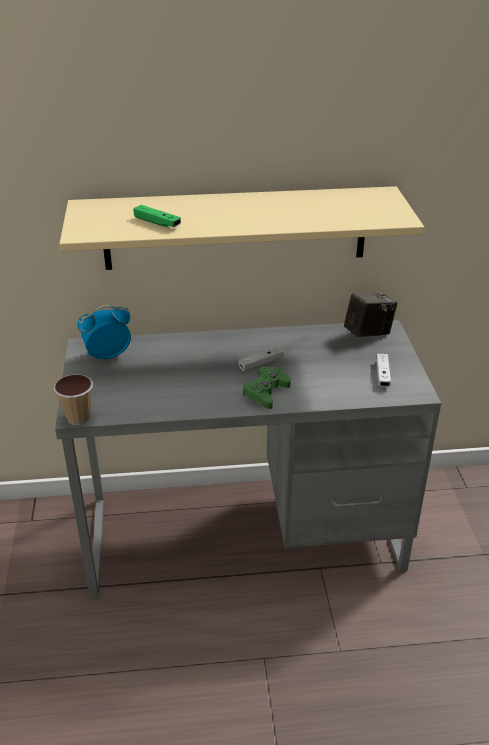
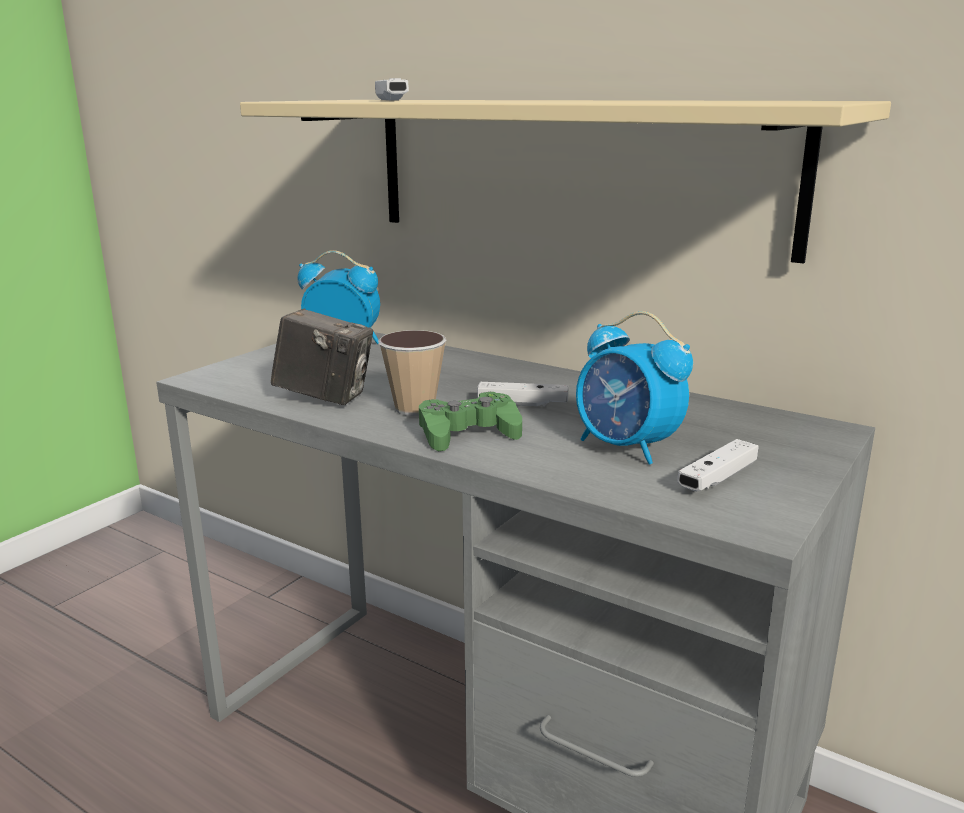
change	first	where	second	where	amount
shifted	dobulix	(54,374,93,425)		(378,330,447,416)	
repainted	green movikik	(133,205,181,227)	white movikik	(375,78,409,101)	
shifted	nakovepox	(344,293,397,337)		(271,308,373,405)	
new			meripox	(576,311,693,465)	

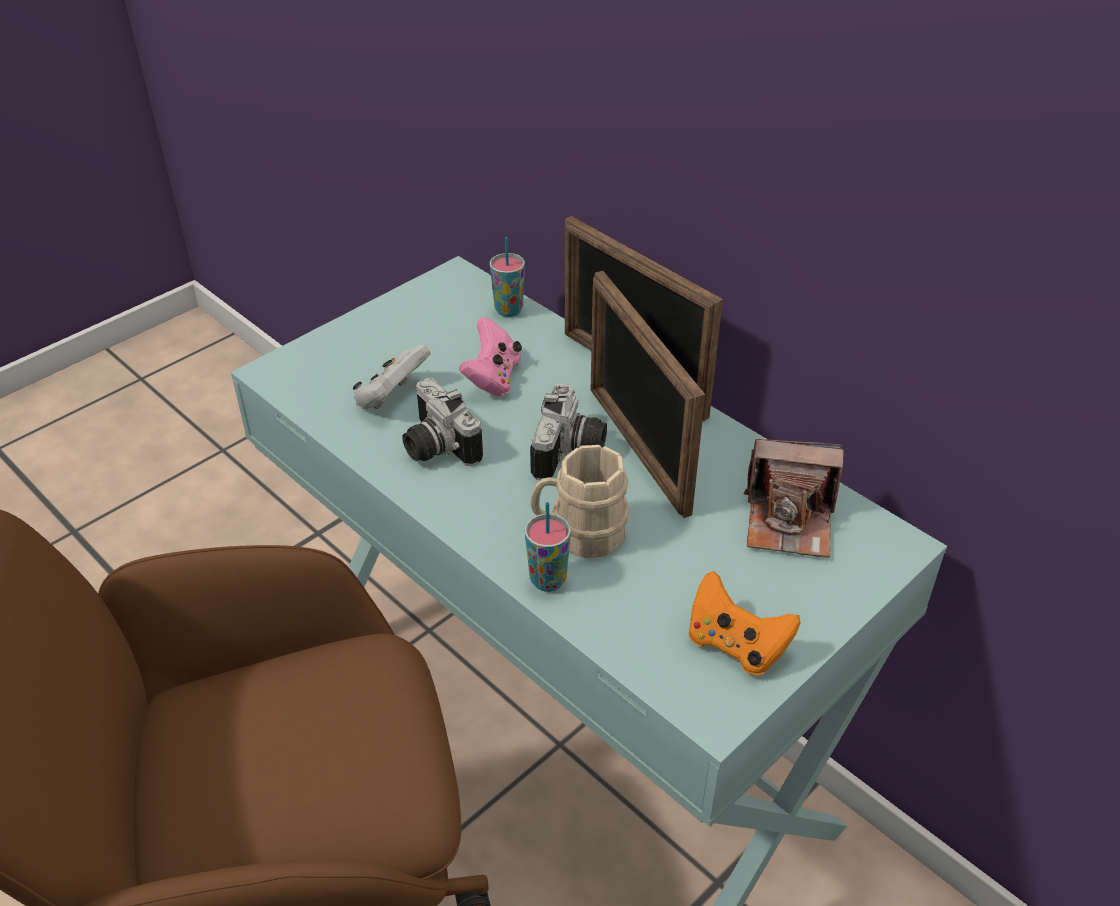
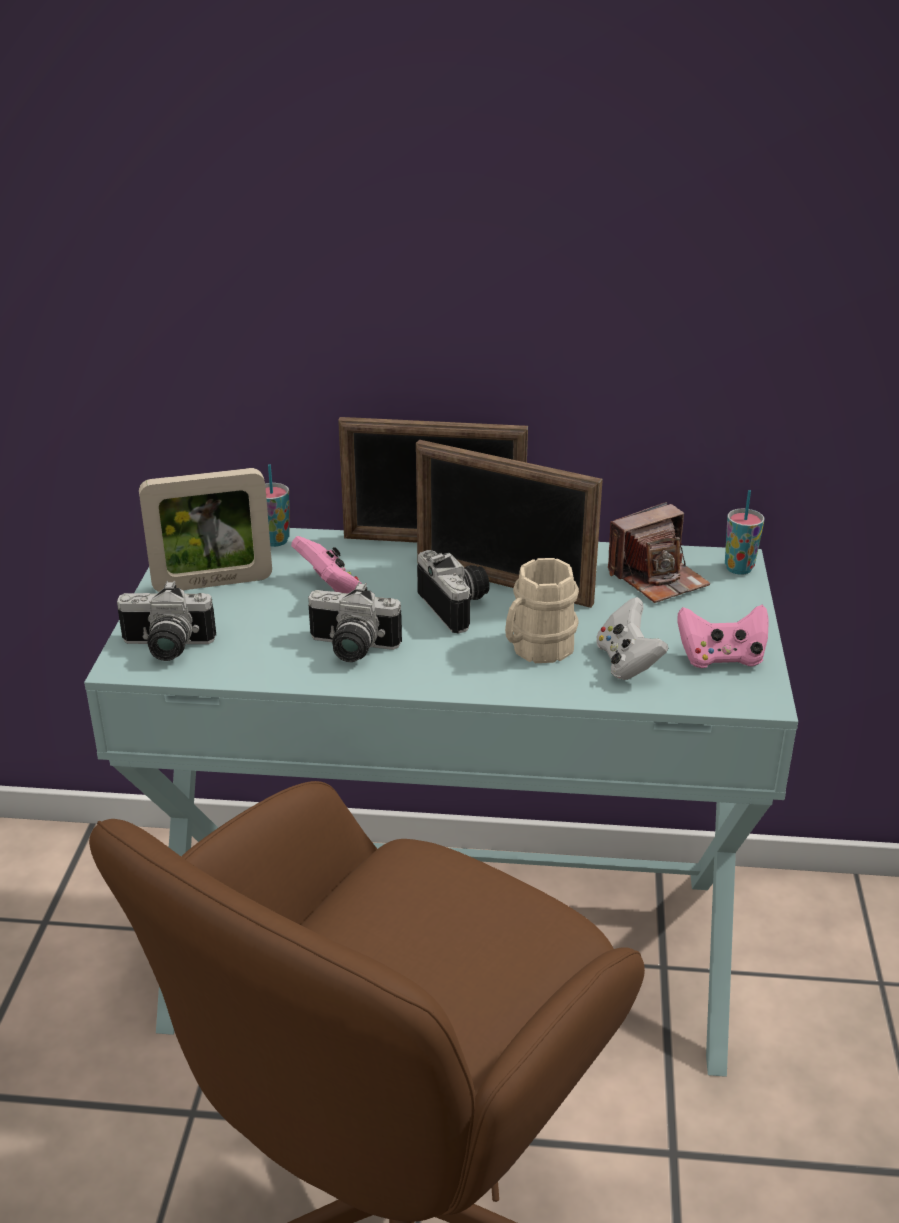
change	first	where	second	where	amount
shifted	white movikik	(353,344,431,410)		(596,597,668,680)	
shifted	dobulix	(525,502,571,592)		(725,490,764,575)	
repainted	orange movikik	(688,571,801,675)	pink movikik	(677,605,769,668)	
new			nakovepox	(117,581,217,661)	
new			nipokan	(139,468,272,592)	

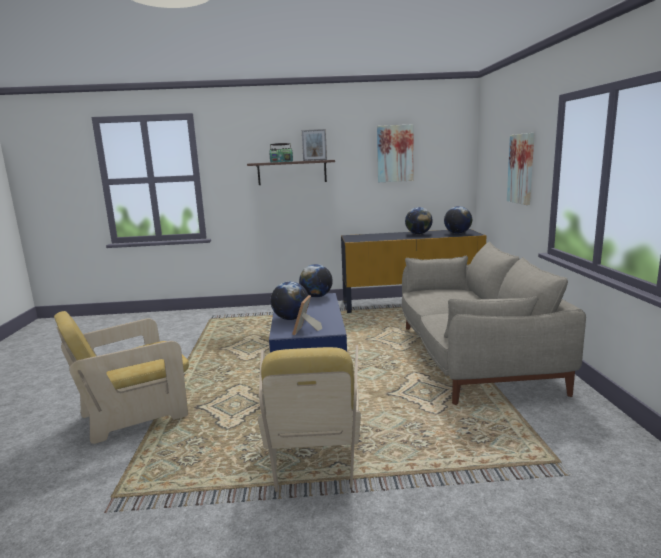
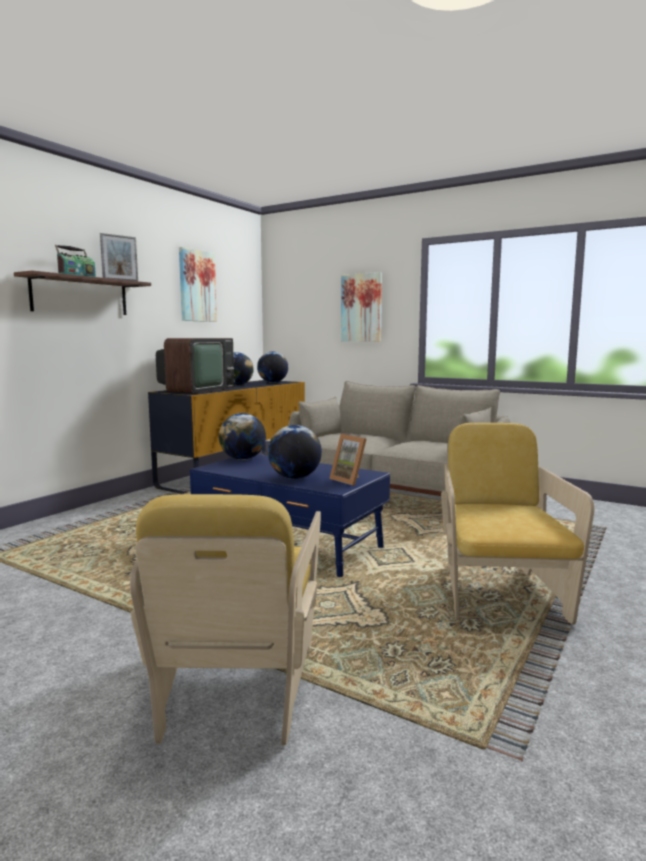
change	first	where	second	where	amount
rotated	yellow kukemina	(258,345,361,492)		(441,423,594,624)	120 degrees counterclockwise
new			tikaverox	(156,338,235,393)	

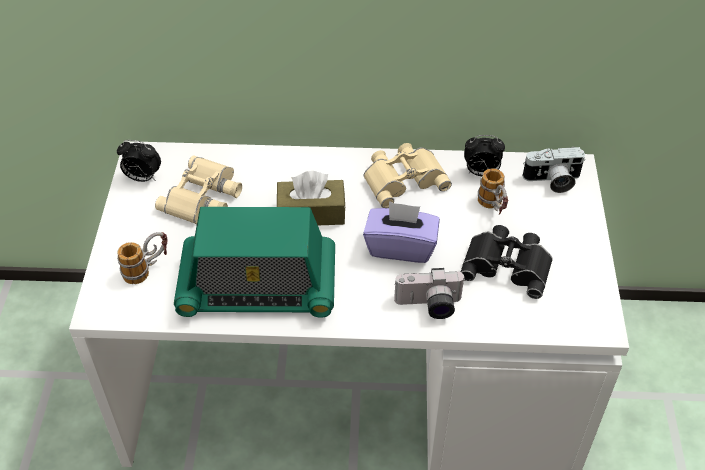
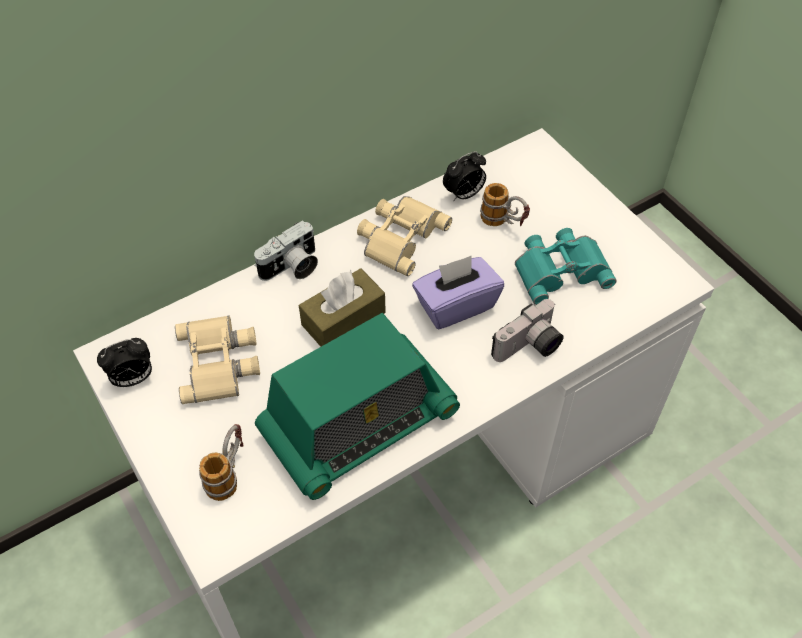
change	first	where	second	where	amount
repainted	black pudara	(461,225,553,299)	turquoise pudara	(515,228,616,305)	
shifted	nakovepox	(522,147,585,193)		(254,220,318,281)	

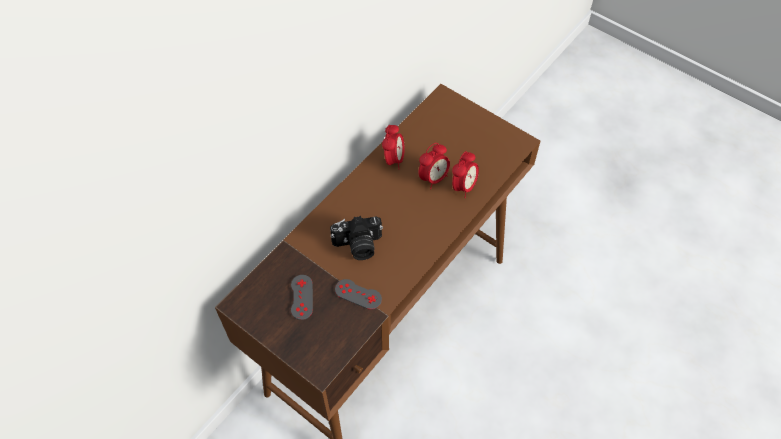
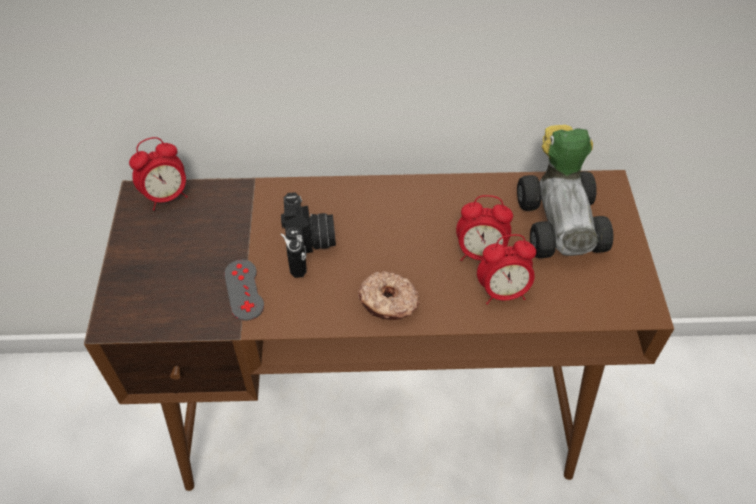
change	first	where	second	where	amount
gone	grey movikik	(291,275,313,320)			
rotated	nakovepox	(330,216,383,260)		(281,192,336,278)	135 degrees counterclockwise
shifted	meripox	(382,125,405,169)		(129,137,188,210)	
new			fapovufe	(358,271,419,320)	
new			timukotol	(517,125,614,258)	

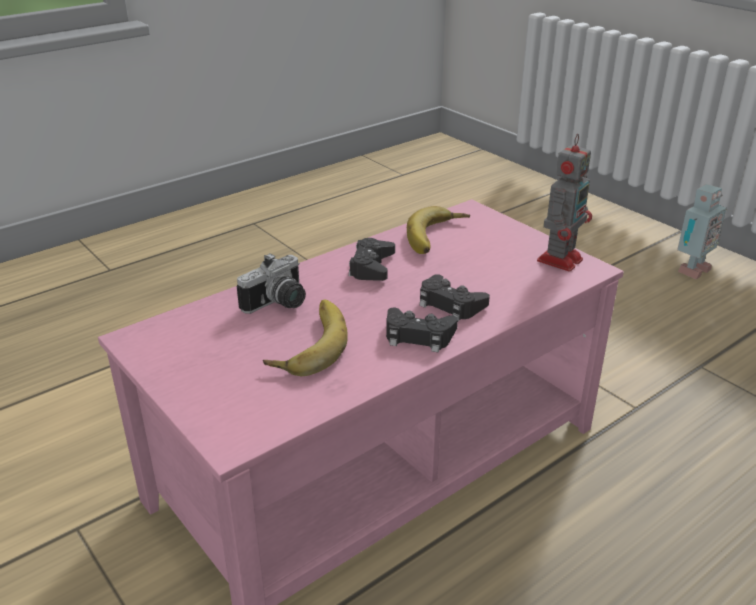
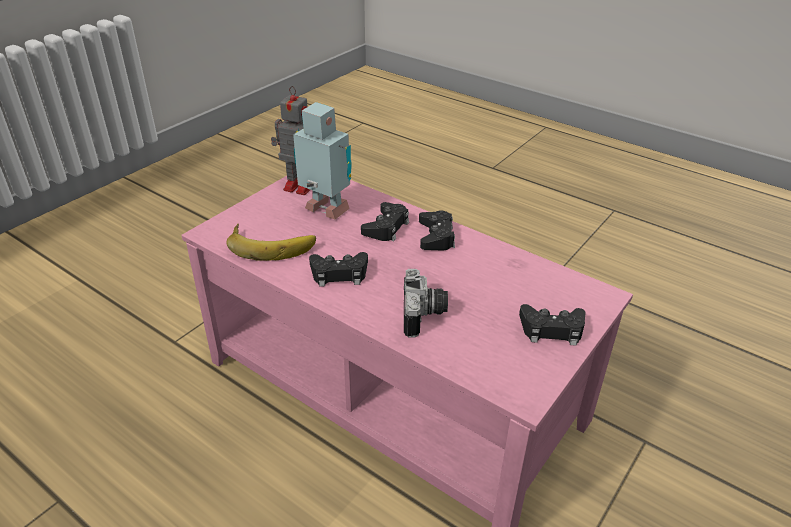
change	first	where	second	where	amount
rotated	nakovepox	(237,253,306,314)		(404,269,448,338)	60 degrees clockwise
gone	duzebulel	(263,300,348,376)			
shifted	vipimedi	(677,184,727,279)		(293,102,352,219)	
new			black movikik	(519,304,586,346)	

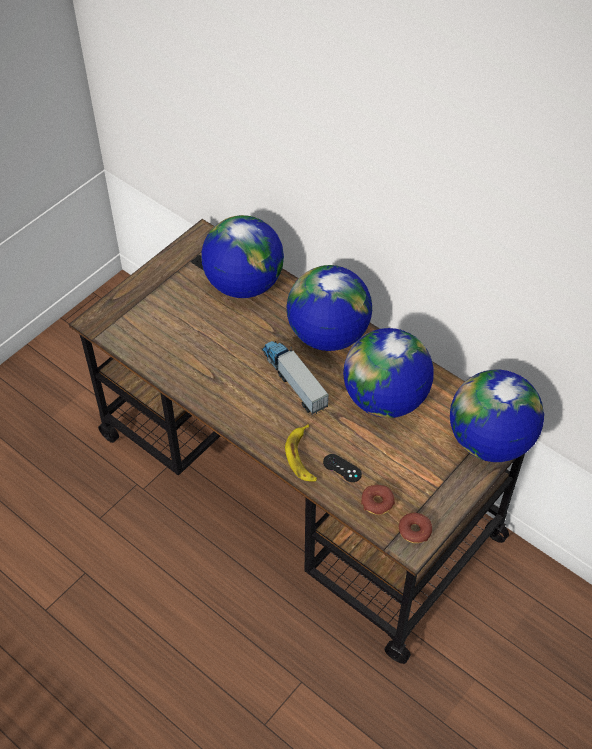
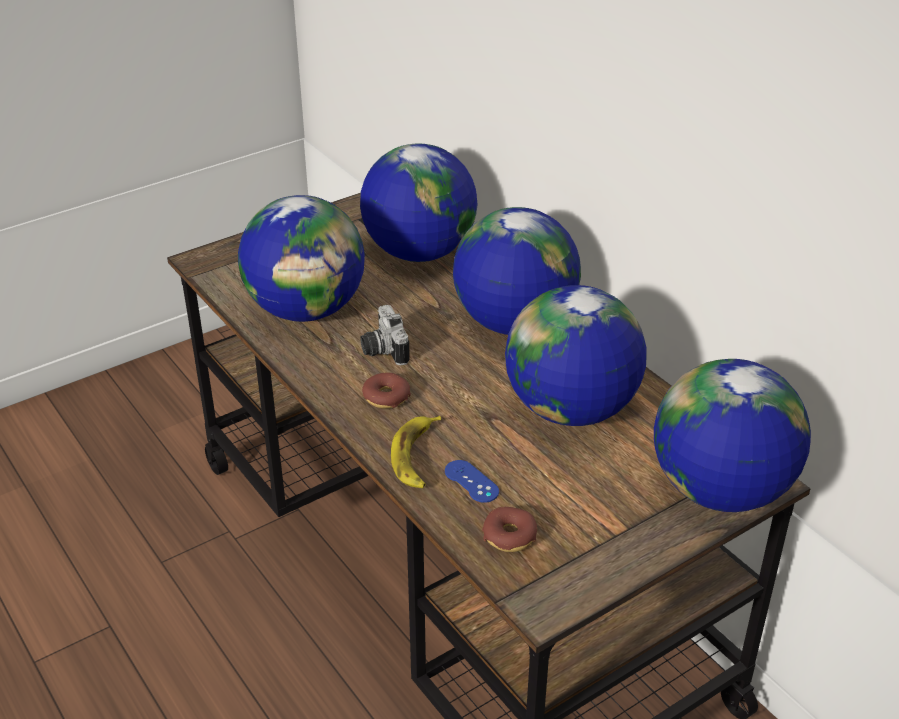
change	first	where	second	where	amount
gone	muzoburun	(261,341,329,415)			
repainted	black movikik	(323,454,362,482)	blue movikik	(445,460,499,503)	
shifted	fapovufe	(399,513,432,543)		(362,372,411,408)	
new			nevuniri	(238,195,365,322)	
new			nakovepox	(360,305,410,366)	

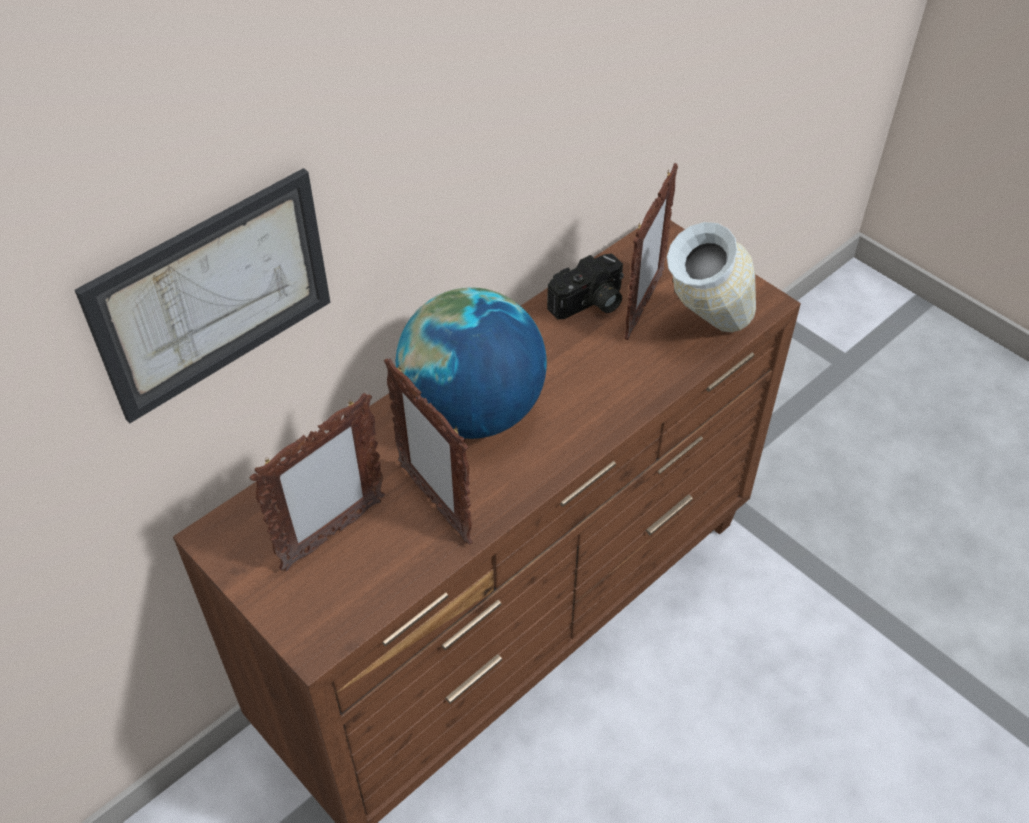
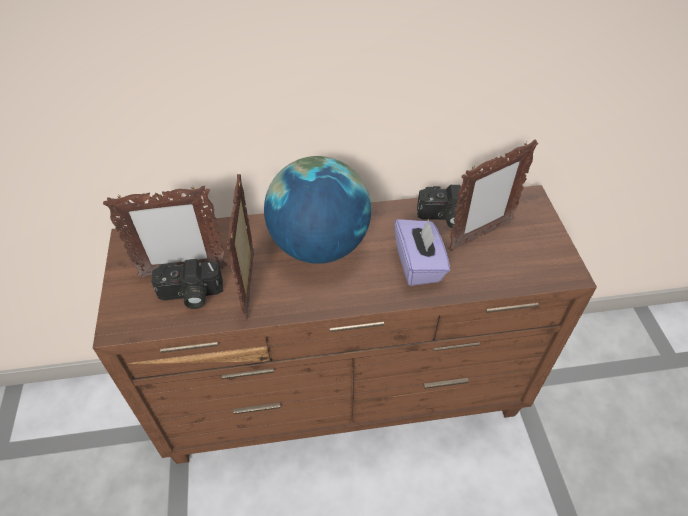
change	first	where	second	where	amount
gone	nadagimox	(75,168,331,423)			
gone	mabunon	(667,222,756,332)			
new			nakovepox	(151,259,223,309)	
new			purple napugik	(394,219,450,286)	

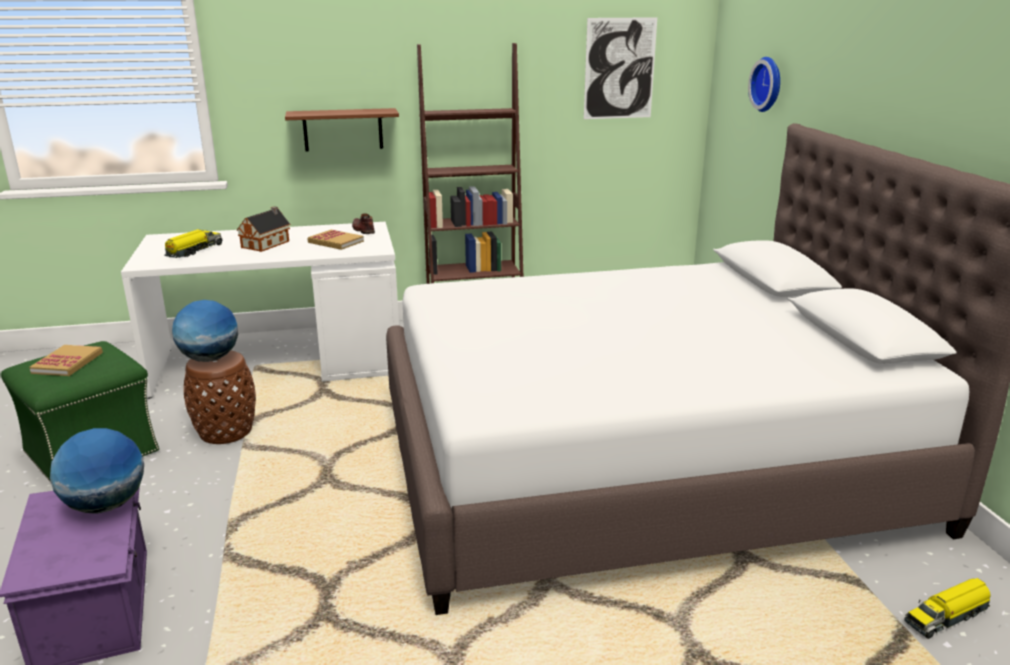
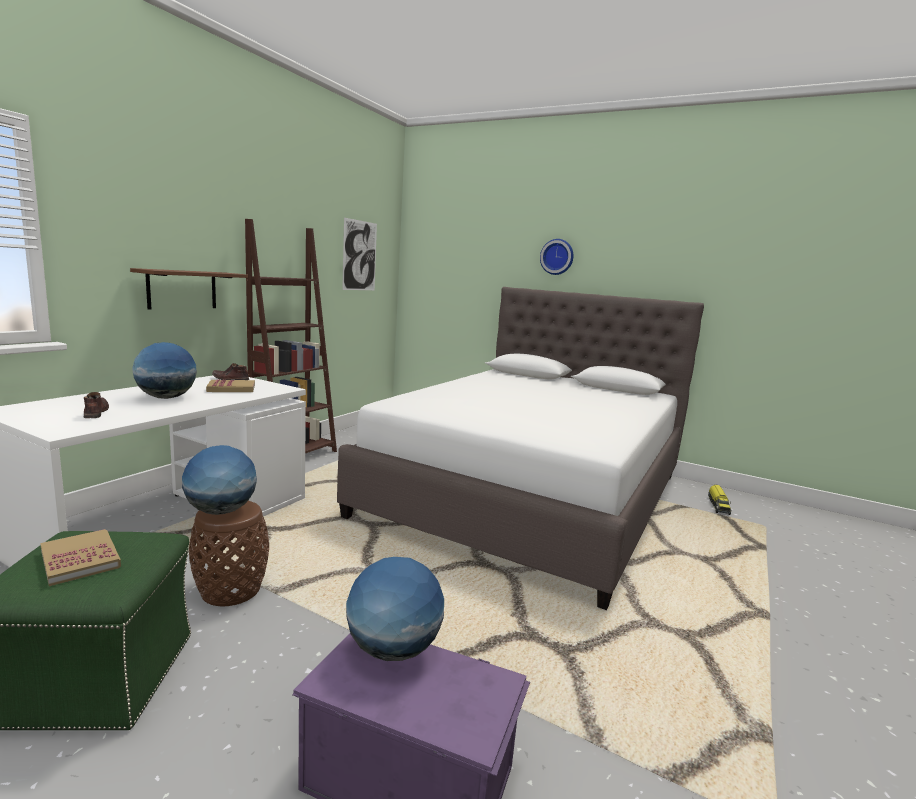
change	first	where	second	where	amount
swapped	muzoburun	(164,229,222,258)	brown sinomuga	(84,392,109,418)	
swapped	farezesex	(236,206,290,252)	nevuniri	(132,342,197,399)	
shifted	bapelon	(748,57,780,112)		(540,239,574,275)	

